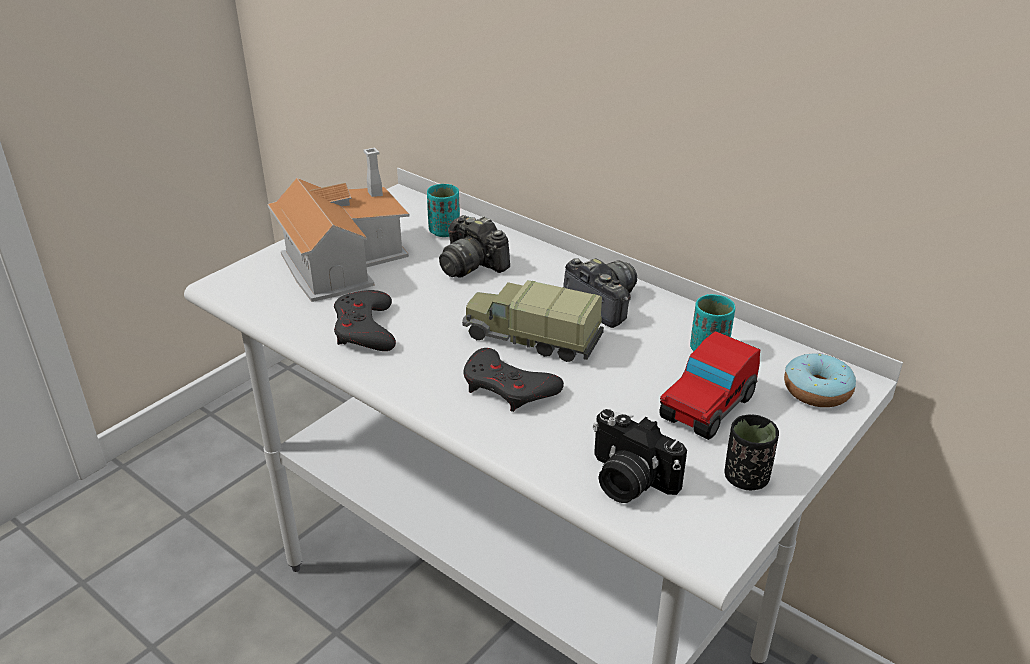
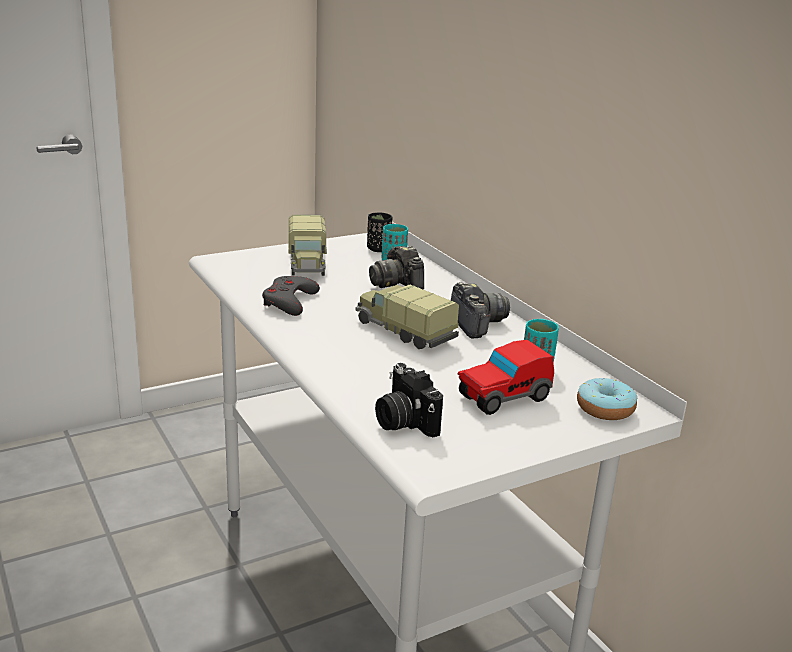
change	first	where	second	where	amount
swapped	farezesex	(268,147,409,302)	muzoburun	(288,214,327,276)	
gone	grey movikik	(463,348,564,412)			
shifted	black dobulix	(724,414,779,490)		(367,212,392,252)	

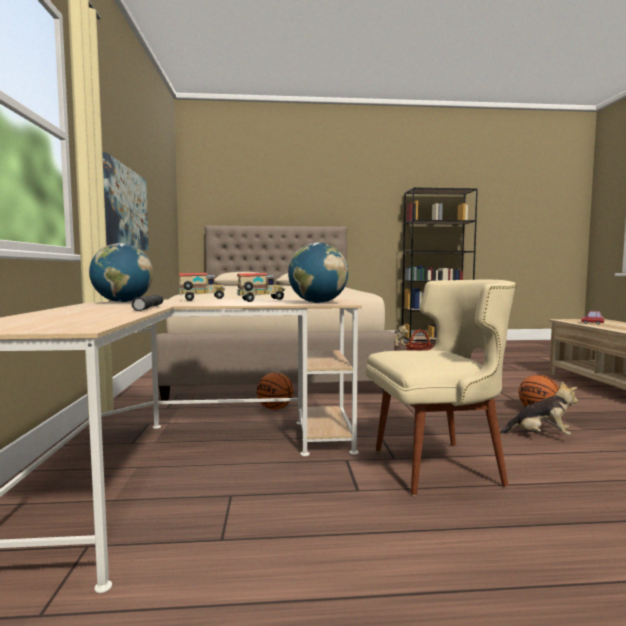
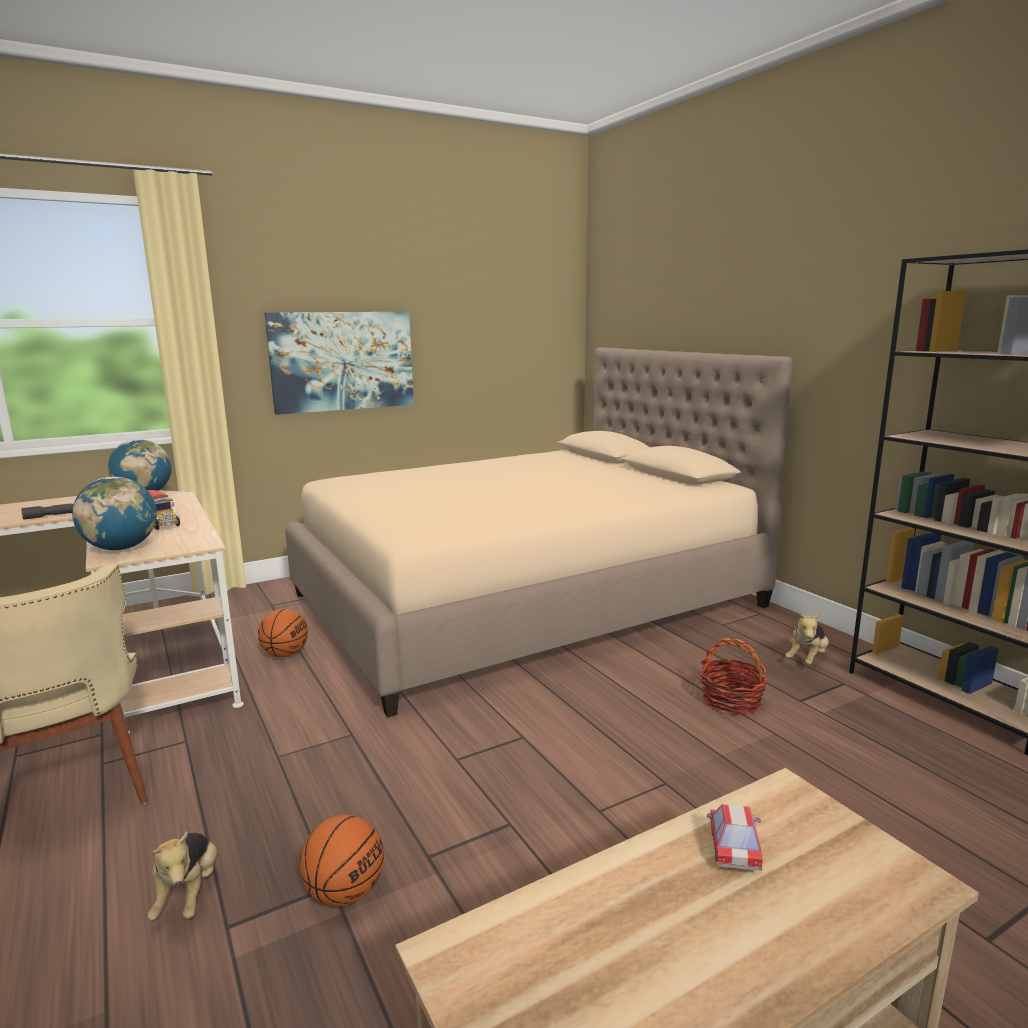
change	first	where	second	where	amount
gone	muzoburun	(179,273,226,301)			

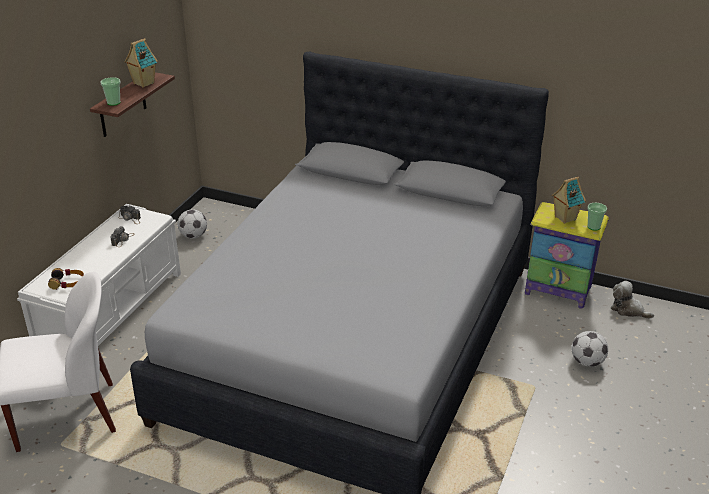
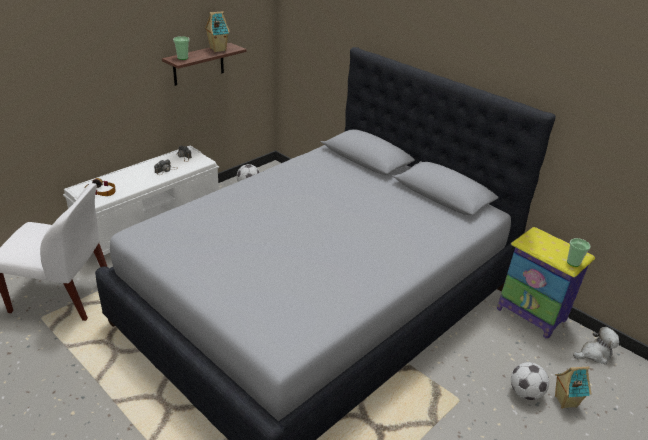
change	first	where	second	where	amount
shifted	farezesex	(552,176,586,224)		(555,366,591,409)	
rotated	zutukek	(611,281,654,319)		(573,327,619,364)	105 degrees clockwise

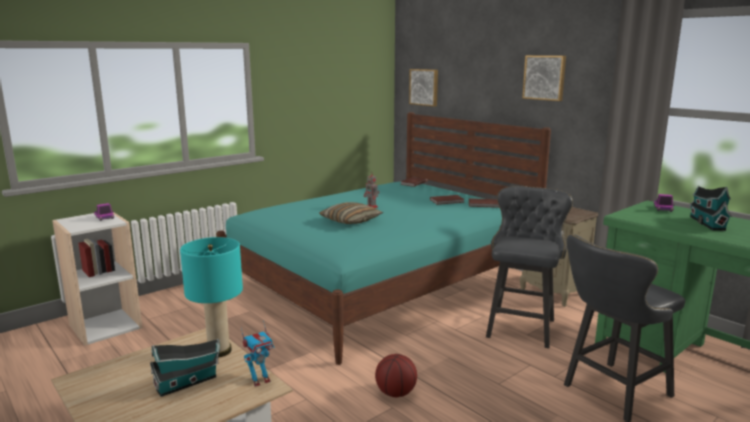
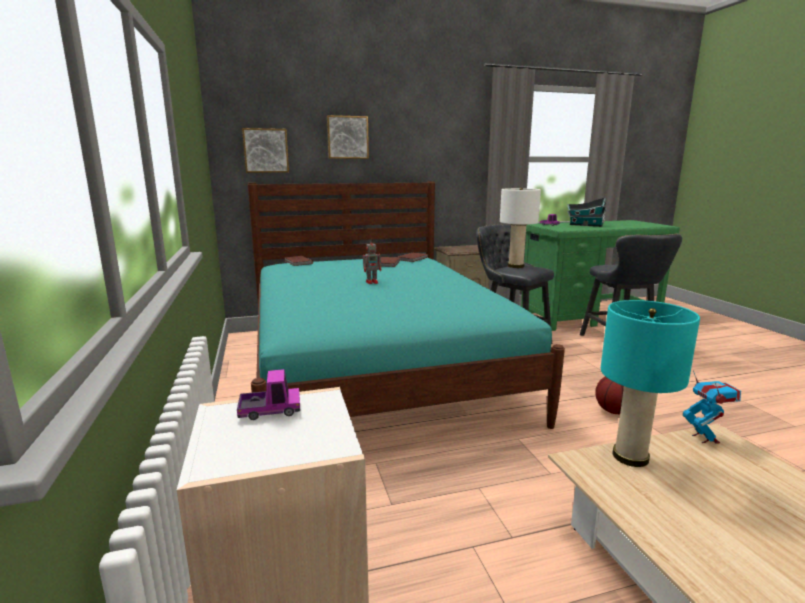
change	first	where	second	where	amount
gone	farezesex	(150,339,220,397)			
gone	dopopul	(319,202,383,224)			
shifted	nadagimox	(522,55,566,101)		(327,115,369,159)	
new			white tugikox	(500,188,541,268)	

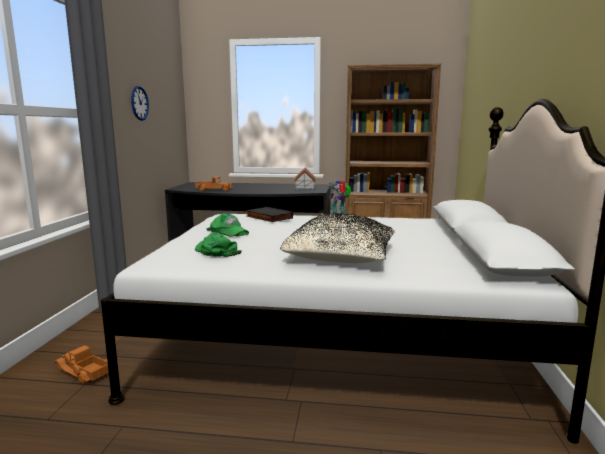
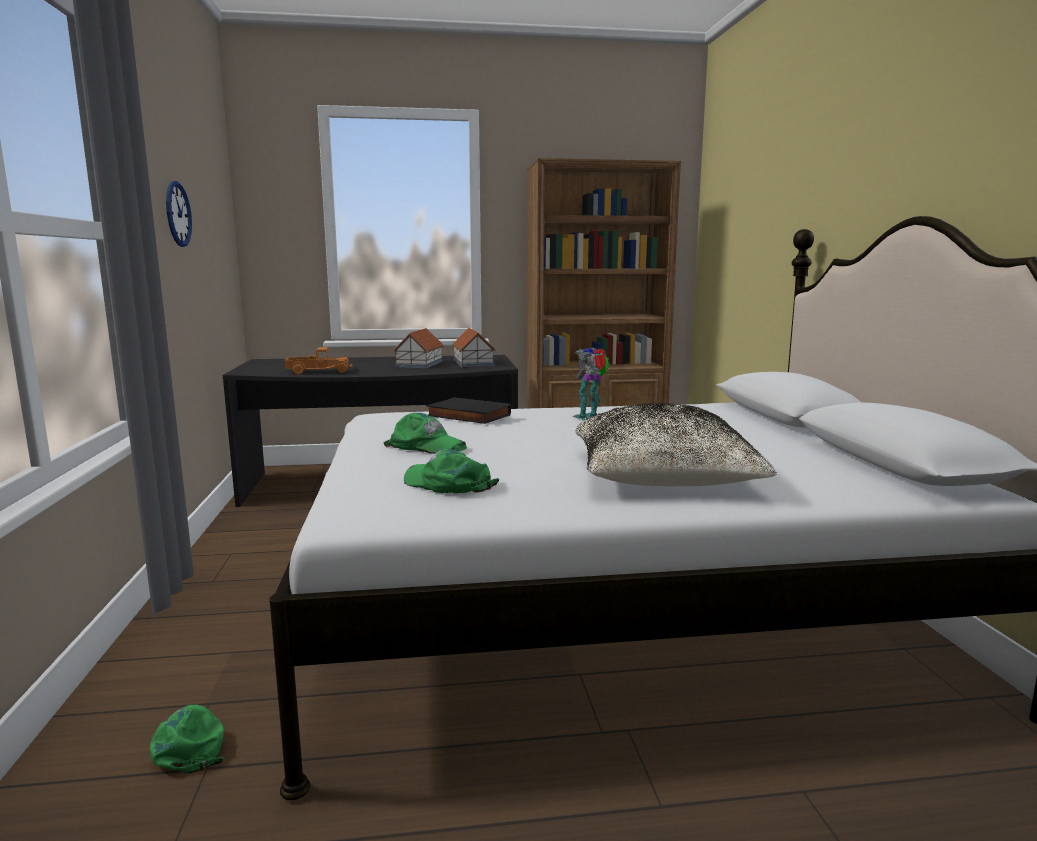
change	first	where	second	where	amount
swapped	muzoburun	(54,345,109,384)	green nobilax	(150,705,224,773)	
new			farezesex	(393,328,444,368)	

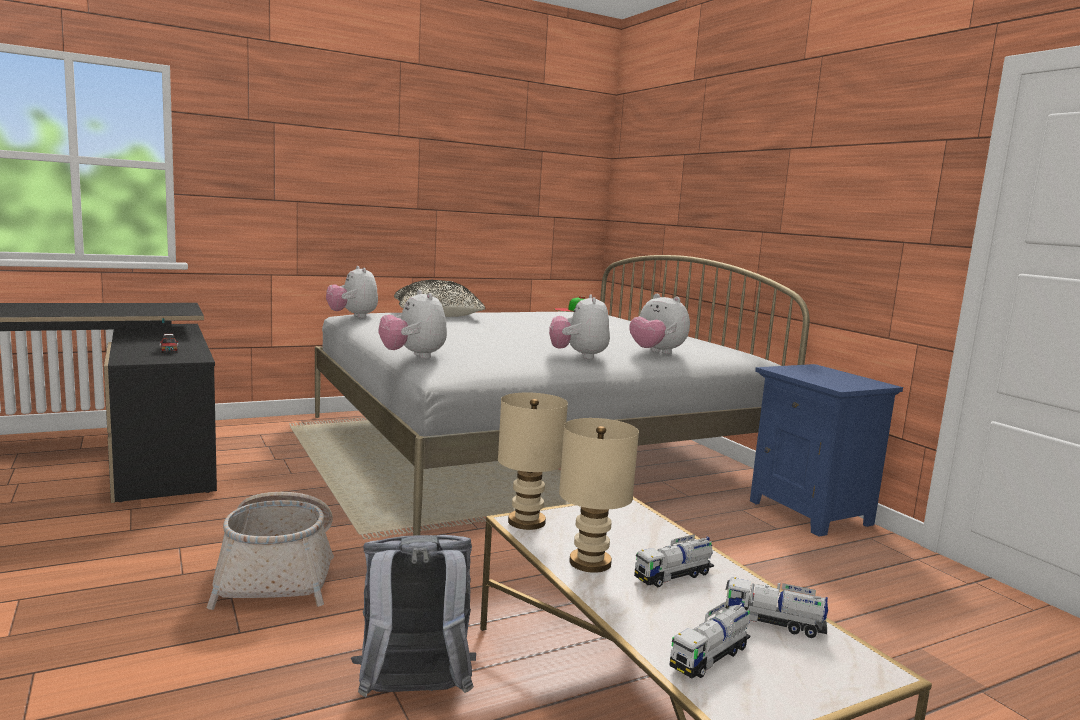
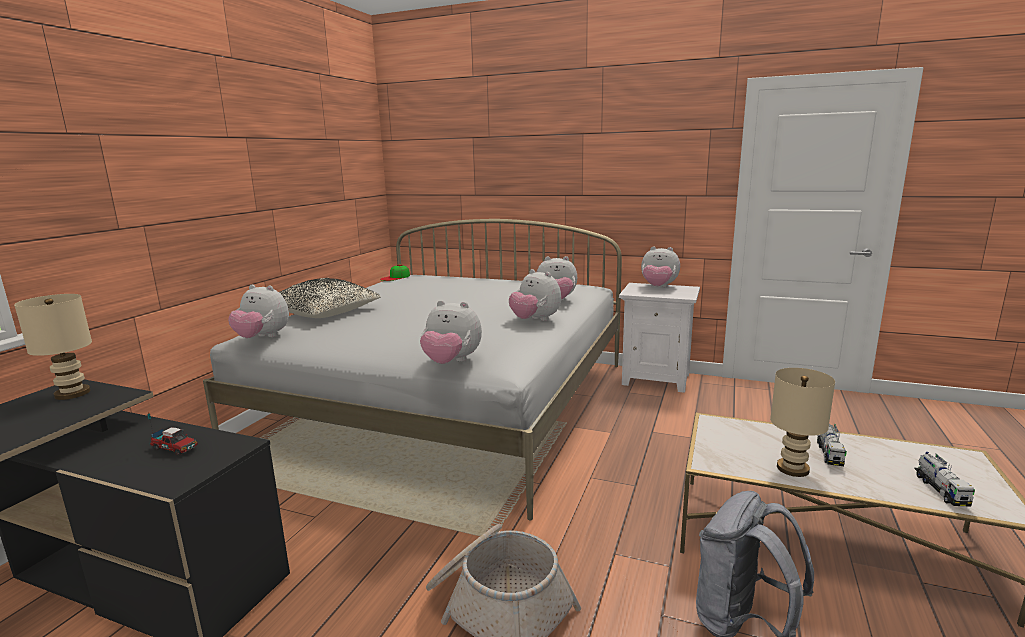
change	first	where	second	where	amount
shifted	beige tugikox	(498,393,568,530)		(14,294,92,400)	
gone	muzoburun	(726,577,828,638)			
repainted	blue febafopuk	(750,364,903,537)	white febafopuk	(619,283,700,393)	
new			zutukek	(641,246,680,288)	

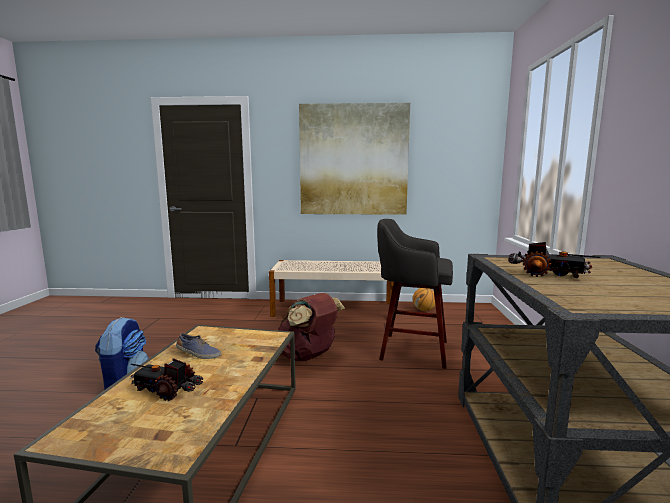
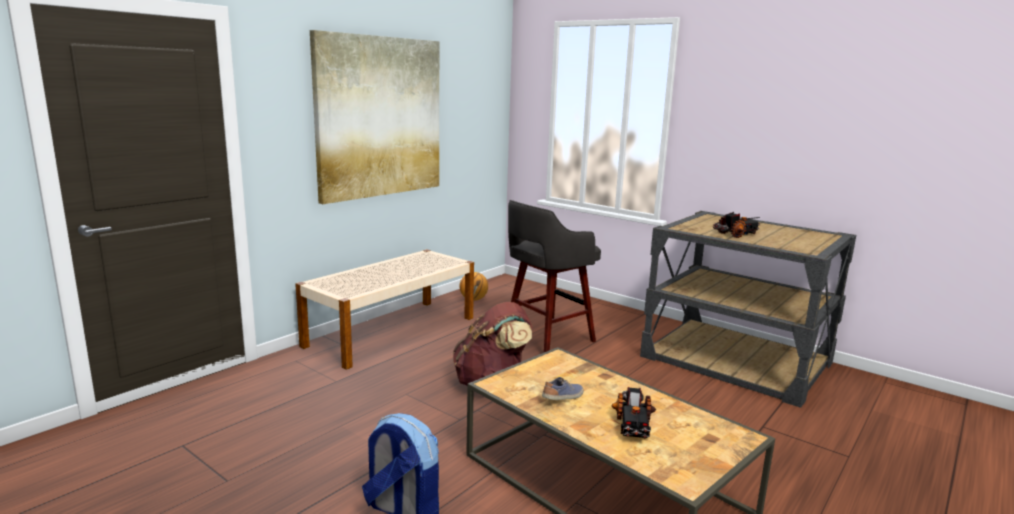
change	first	where	second	where	amount
rotated	muzoburun	(130,358,203,401)		(611,387,656,438)	45 degrees counterclockwise

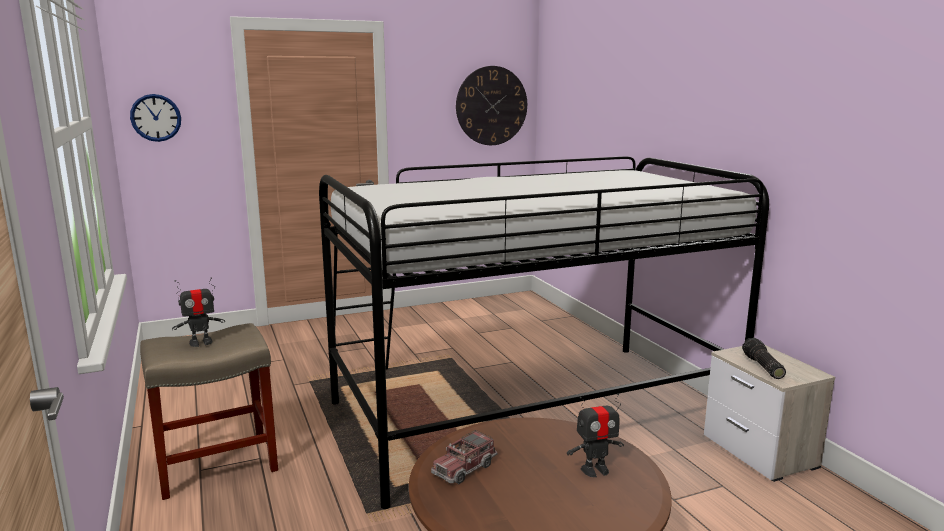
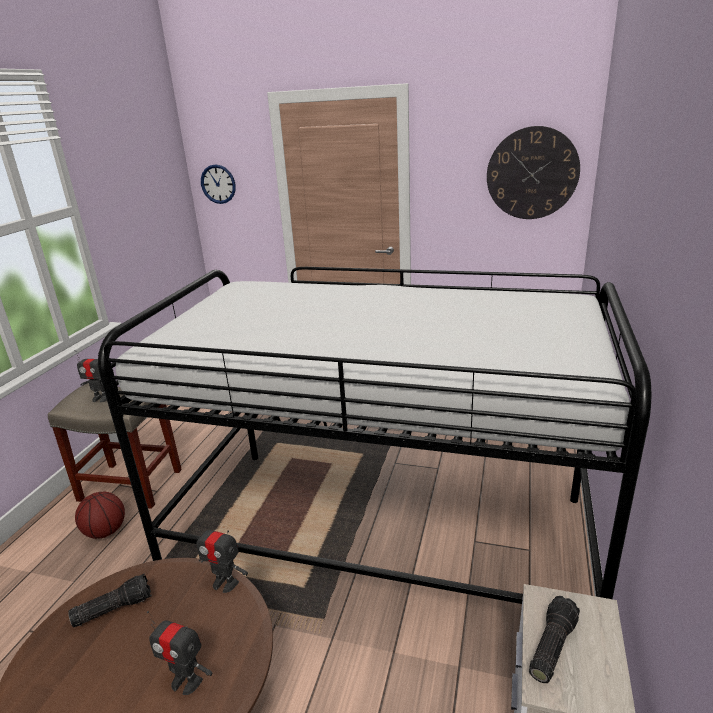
change	first	where	second	where	amount
swapped	muzoburun	(431,430,498,484)	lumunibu	(68,574,152,627)	
new			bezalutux	(75,492,125,539)	
new			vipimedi	(195,520,248,593)	

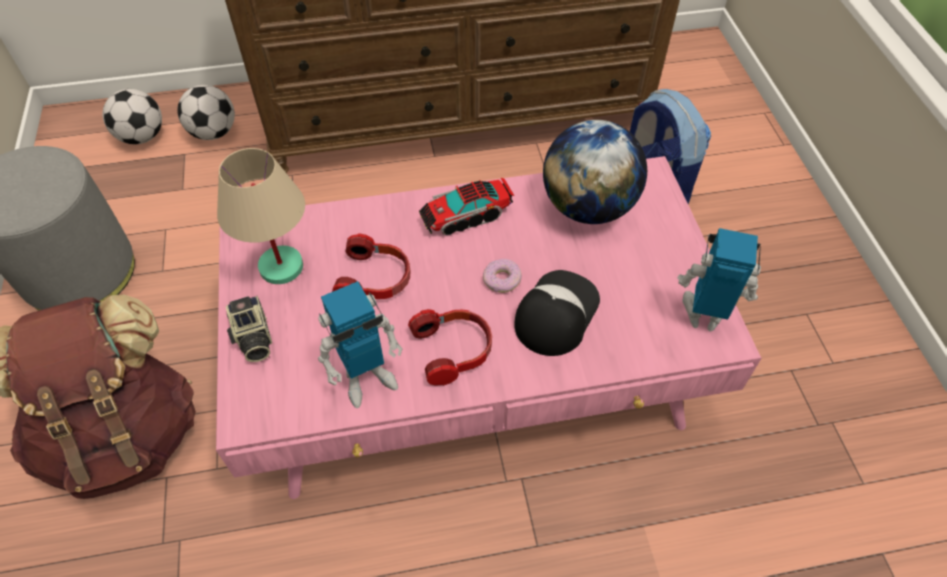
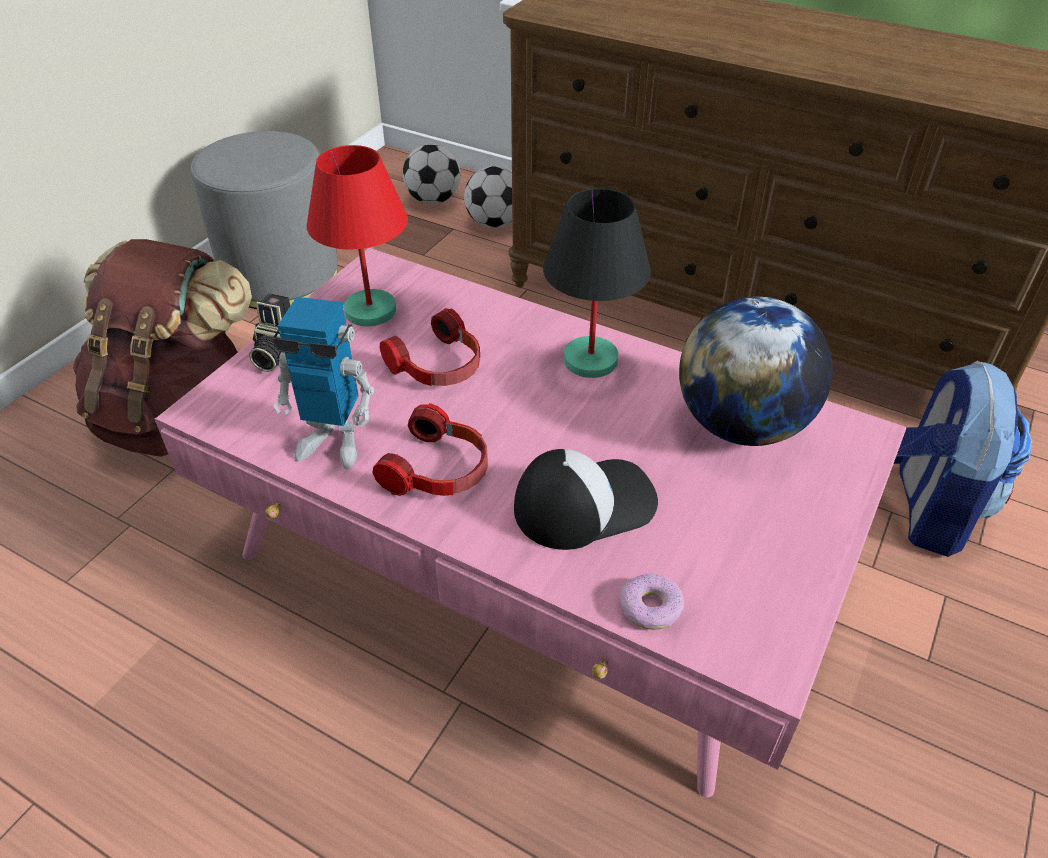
change	first	where	second	where	amount
repainted	beige tugikox	(217,148,305,284)	red tugikox	(307,145,408,327)	
swapped	muzoburun	(419,178,514,235)	black tugikox	(543,188,651,378)	
shifted	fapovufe	(483,259,522,293)		(619,574,684,630)	
gone	vipimedi	(677,228,761,331)			

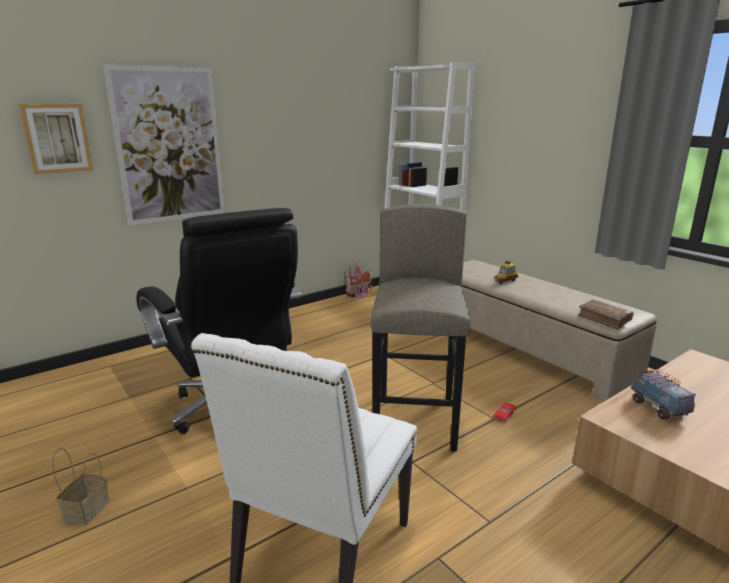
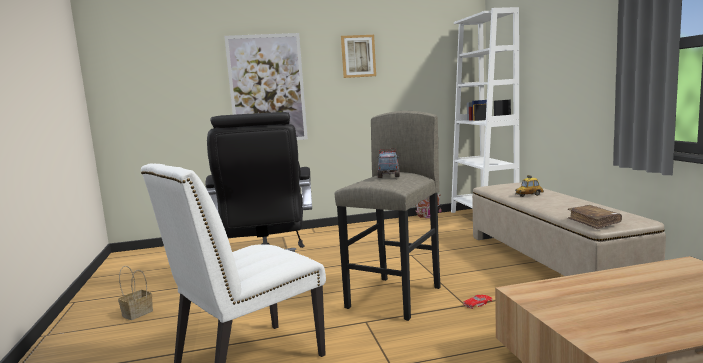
change	first	where	second	where	amount
shifted	nadagimox	(19,104,93,174)		(341,35,376,78)	
shifted	muzoburun	(631,369,696,420)		(377,149,400,178)	

